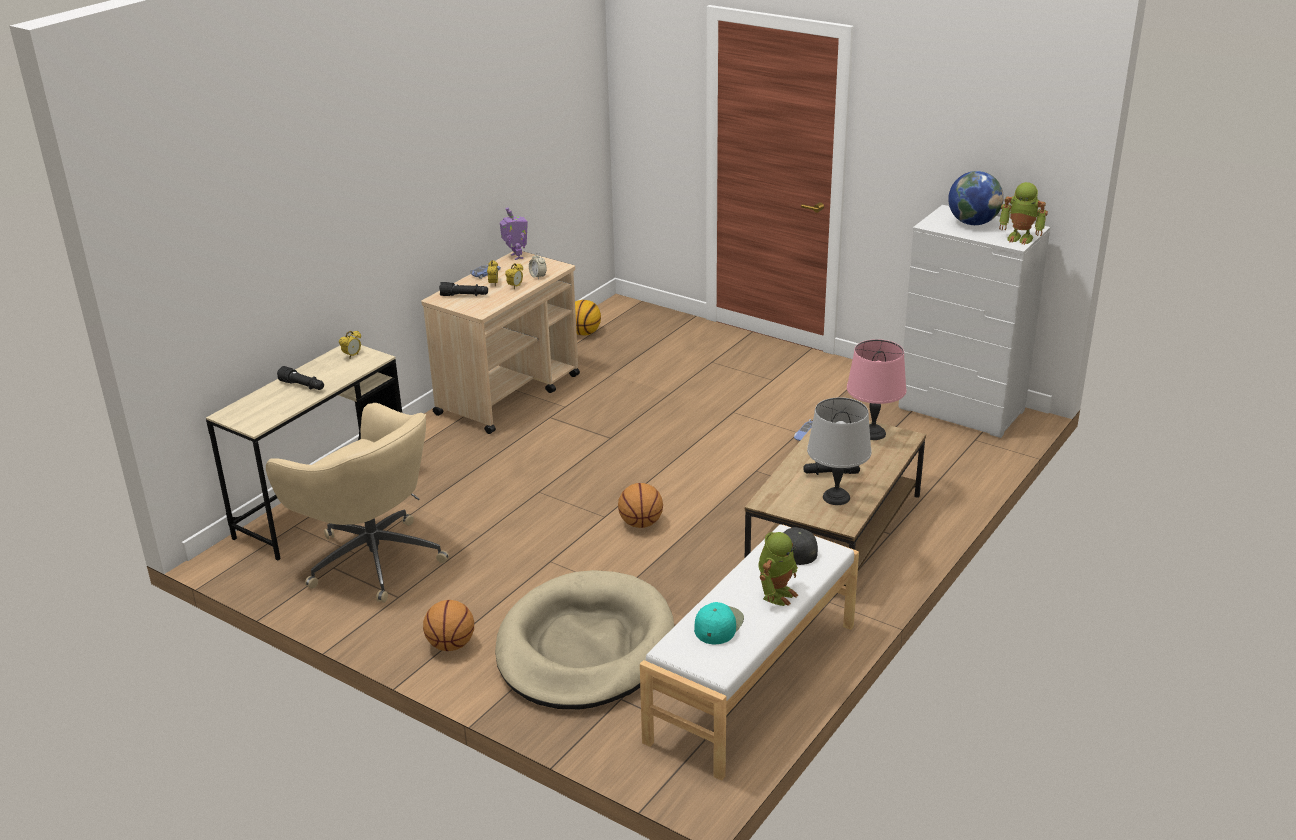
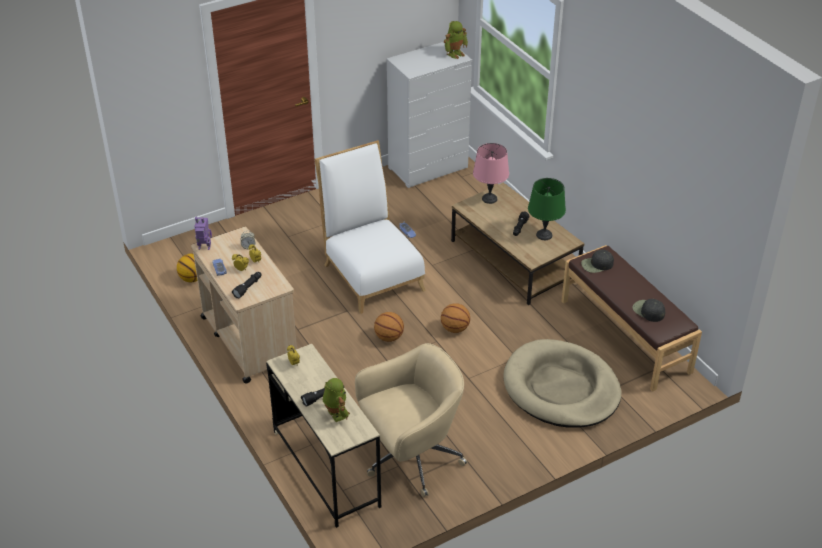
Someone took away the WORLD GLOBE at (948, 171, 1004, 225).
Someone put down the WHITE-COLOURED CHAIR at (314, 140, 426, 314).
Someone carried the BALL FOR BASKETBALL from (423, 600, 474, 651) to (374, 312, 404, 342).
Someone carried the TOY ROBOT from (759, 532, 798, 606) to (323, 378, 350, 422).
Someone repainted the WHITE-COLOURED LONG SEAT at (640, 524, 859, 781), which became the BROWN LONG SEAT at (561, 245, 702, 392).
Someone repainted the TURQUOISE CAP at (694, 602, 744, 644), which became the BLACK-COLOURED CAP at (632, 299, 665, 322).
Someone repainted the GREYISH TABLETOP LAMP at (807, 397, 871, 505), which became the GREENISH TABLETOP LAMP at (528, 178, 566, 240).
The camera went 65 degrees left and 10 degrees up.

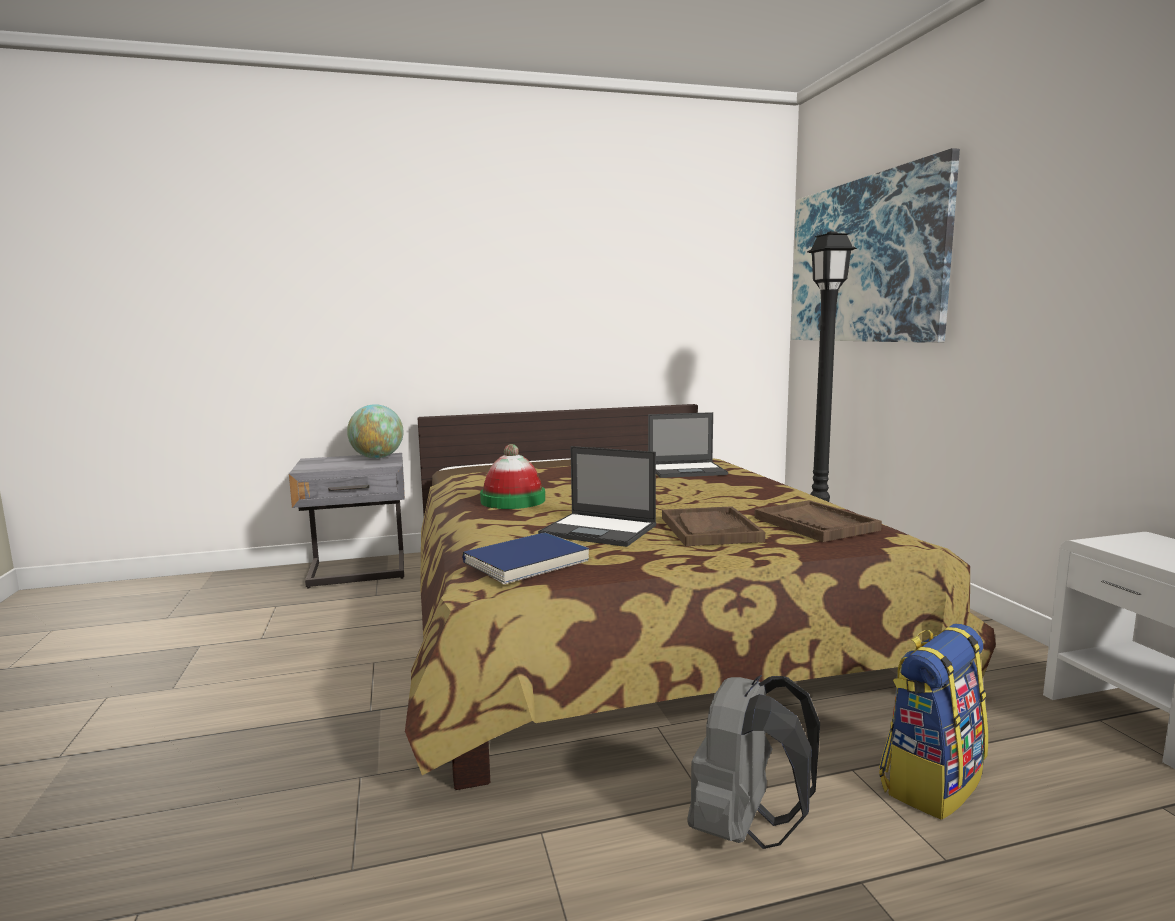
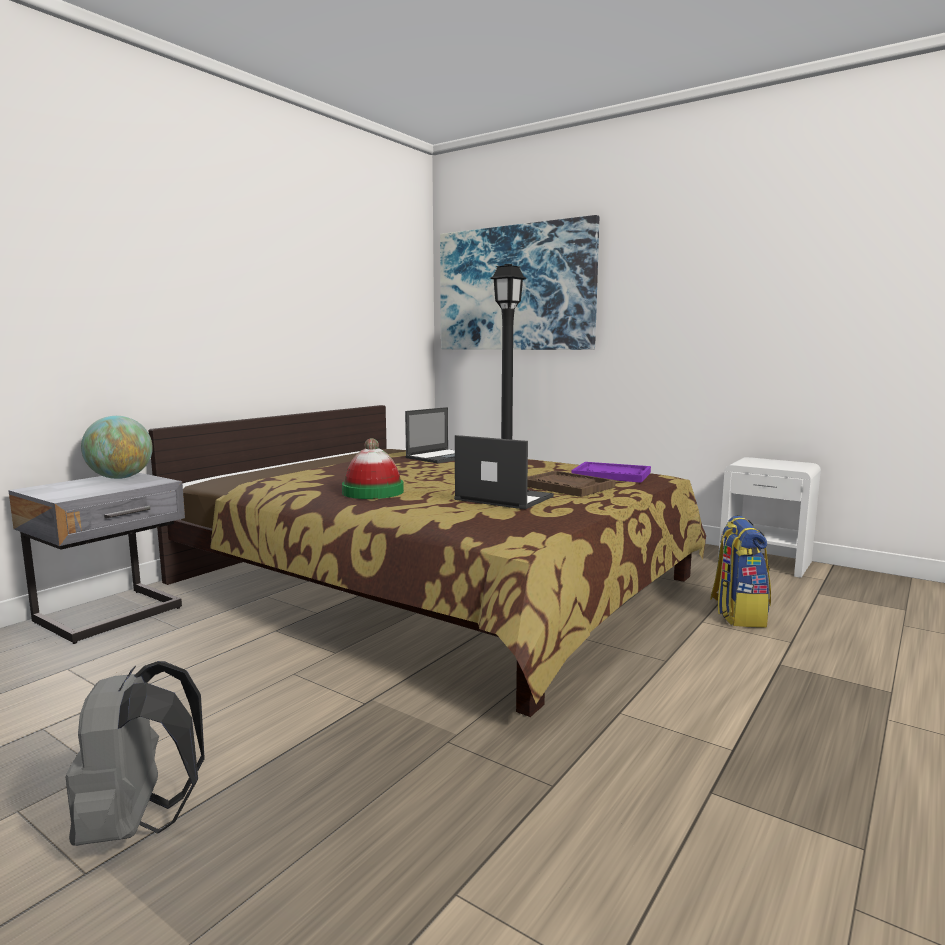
Someone took away the BLUE-COLOURED VOLUME at (462, 532, 590, 584).
Someone carried the GREYISH BACKPACK from (688, 675, 820, 849) to (66, 661, 204, 846).
Someone repainted the BROWN SERVING TRAY at (754, 500, 882, 542), which became the PURPLE-COLOURED SERVING TRAY at (571, 462, 651, 483).
Someone rotated the NOTEBOOK COMPUTER at (538, 446, 656, 547) by 135 degrees counterclockwise.
The camera went 40 degrees left and 0 degrees up.

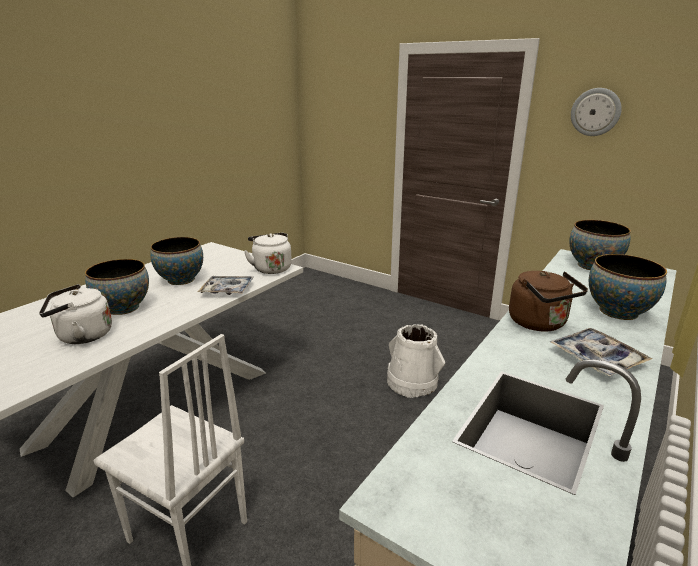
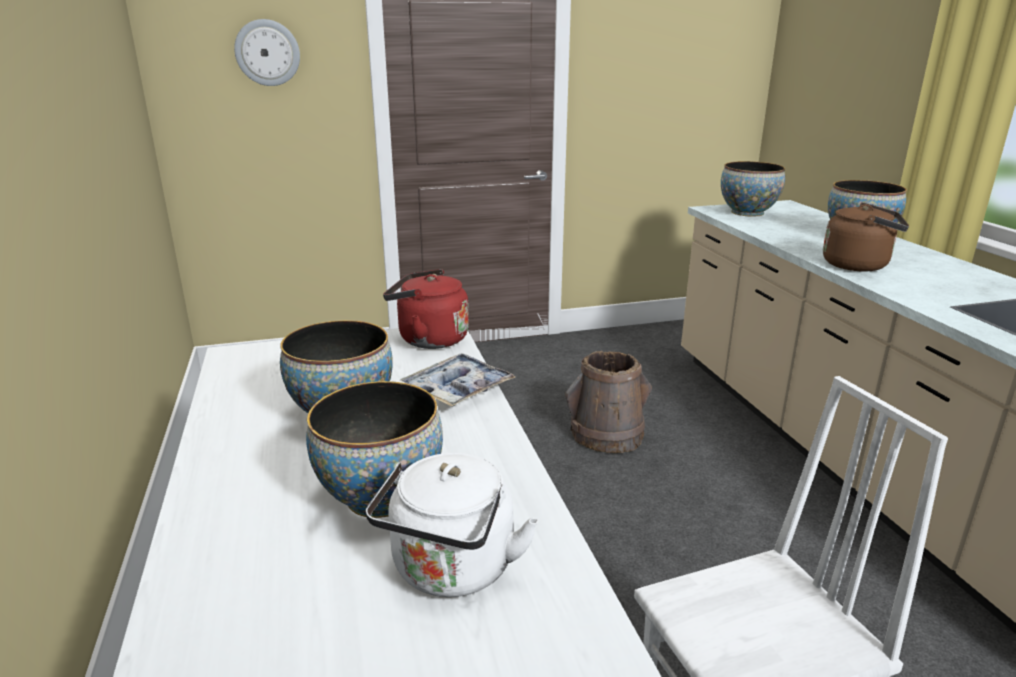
Someone took away the SERVING TRAY at (550, 328, 652, 376).
Someone carried the CLOCK ON THE WALL from (571, 88, 622, 136) to (234, 19, 300, 86).
Someone repainted the WHITE-COLOURED TEA KETTLE at (244, 233, 292, 274), which became the RED-COLOURED TEA KETTLE at (383, 269, 469, 349).
Someone repainted the WHITE-COLOURED PAIL at (387, 324, 445, 398), which became the BROWN PAIL at (565, 351, 652, 453).
The camera went 50 degrees left and 0 degrees up.

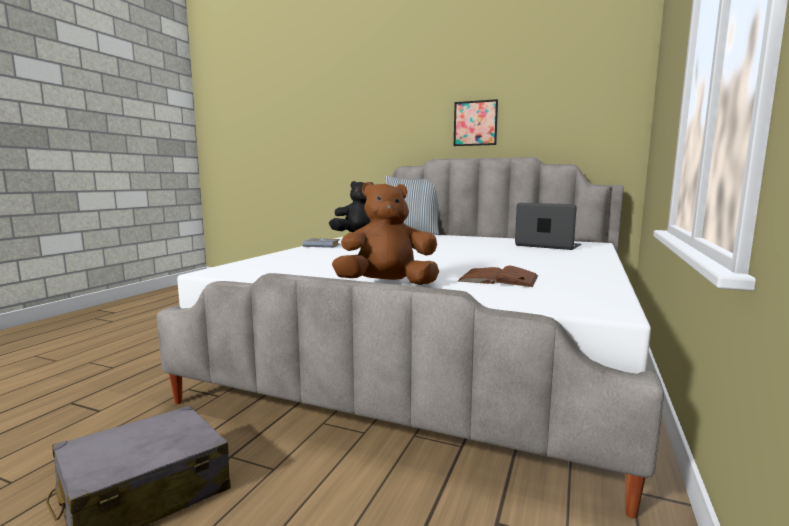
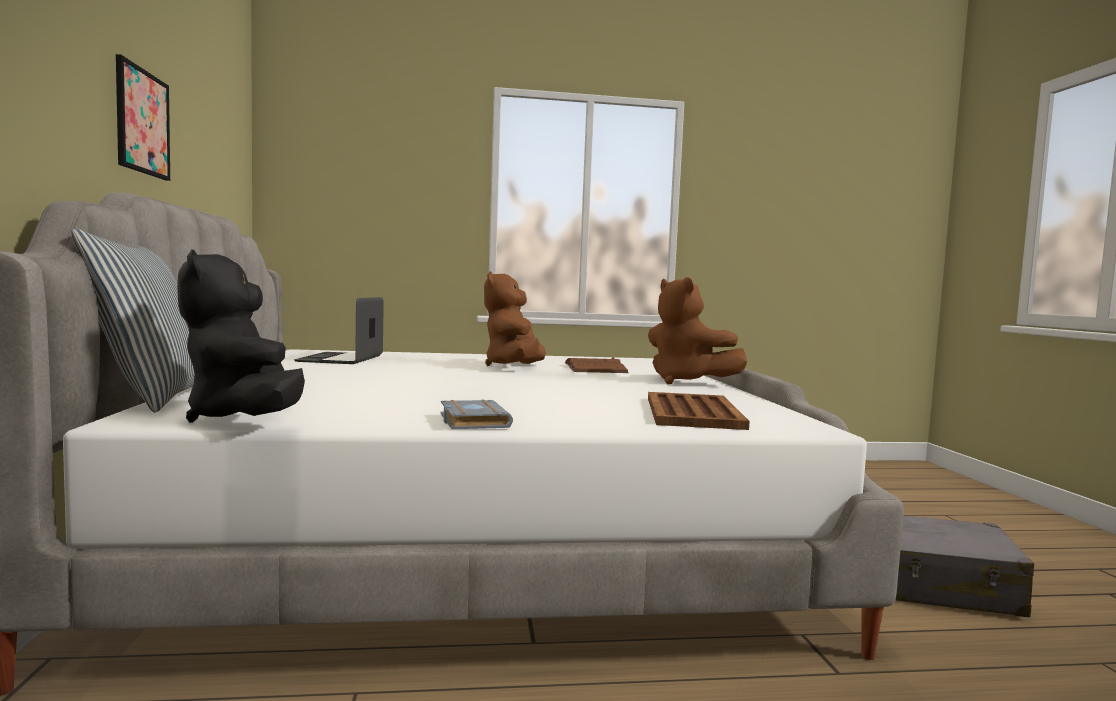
Someone put down the BROWN PLUSH TOY at (484, 271, 546, 366).
Someone put down the BROWN SERVING TRAY at (648, 392, 750, 430).
The camera went 120 degrees left and 5 degrees down.

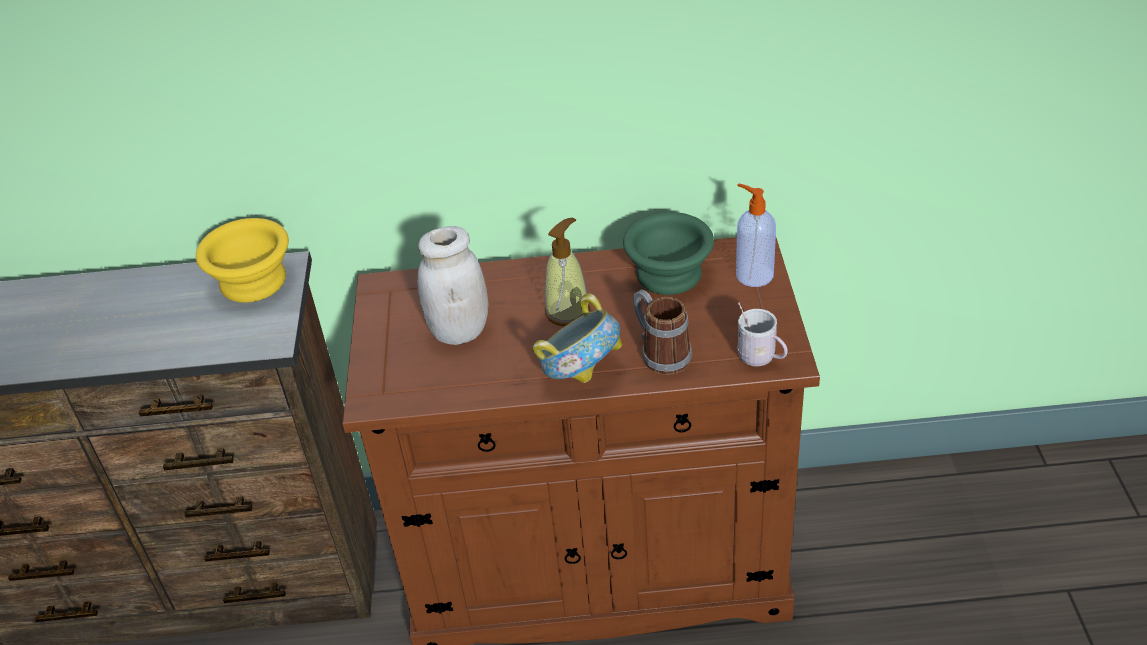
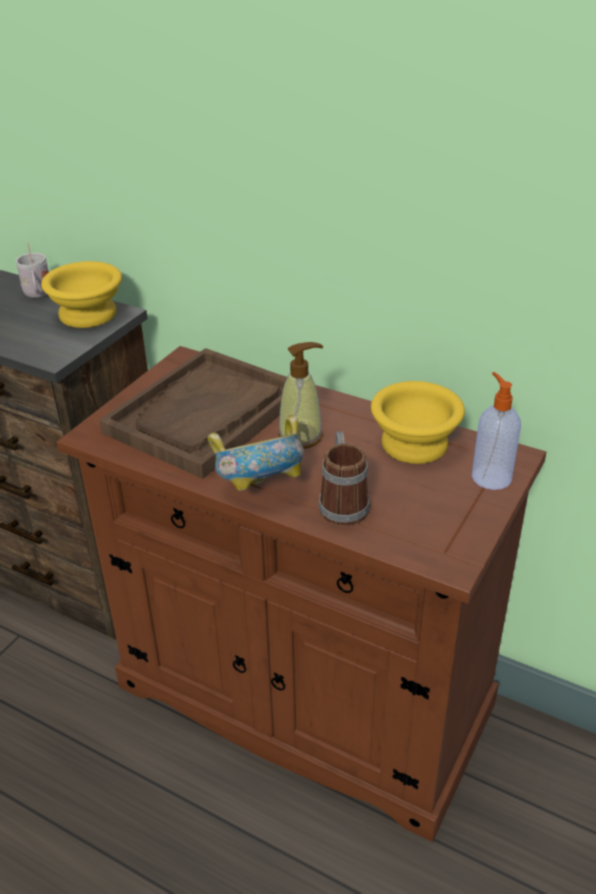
Someone carried the WHITE-COLOURED MUG from (737, 303, 788, 367) to (16, 243, 49, 298).
Someone swapped the WHITE-COLOURED PRESERVE JAR at (417, 226, 489, 345) for the BROWN SERVING TRAY at (99, 348, 287, 479).
Someone repainted the GREENISH BOWL at (623, 212, 714, 295), which became the YELLOWISH BOWL at (371, 381, 465, 464).
The camera went 30 degrees right and 5 degrees down.

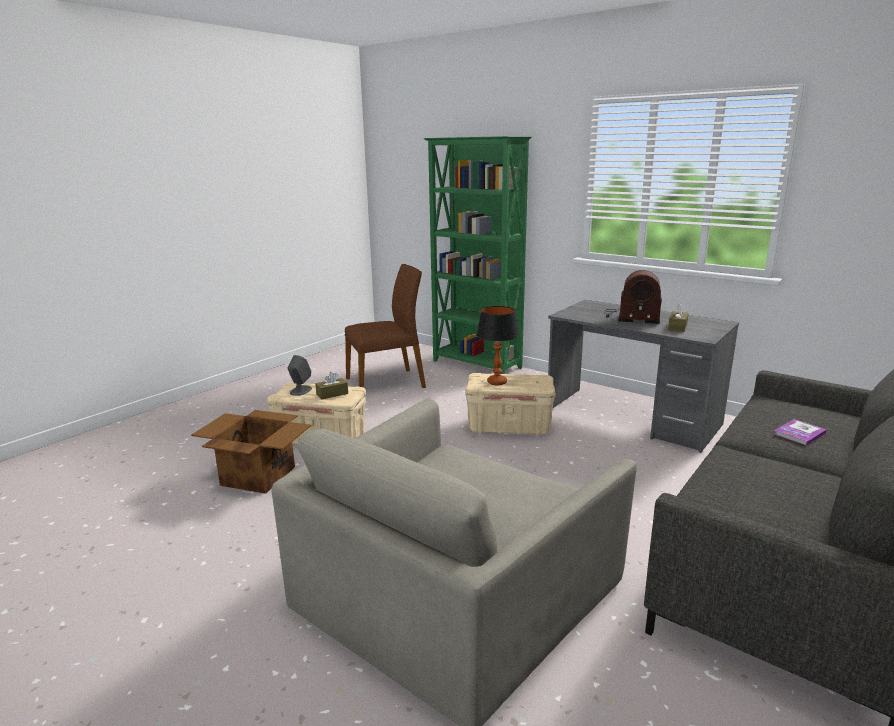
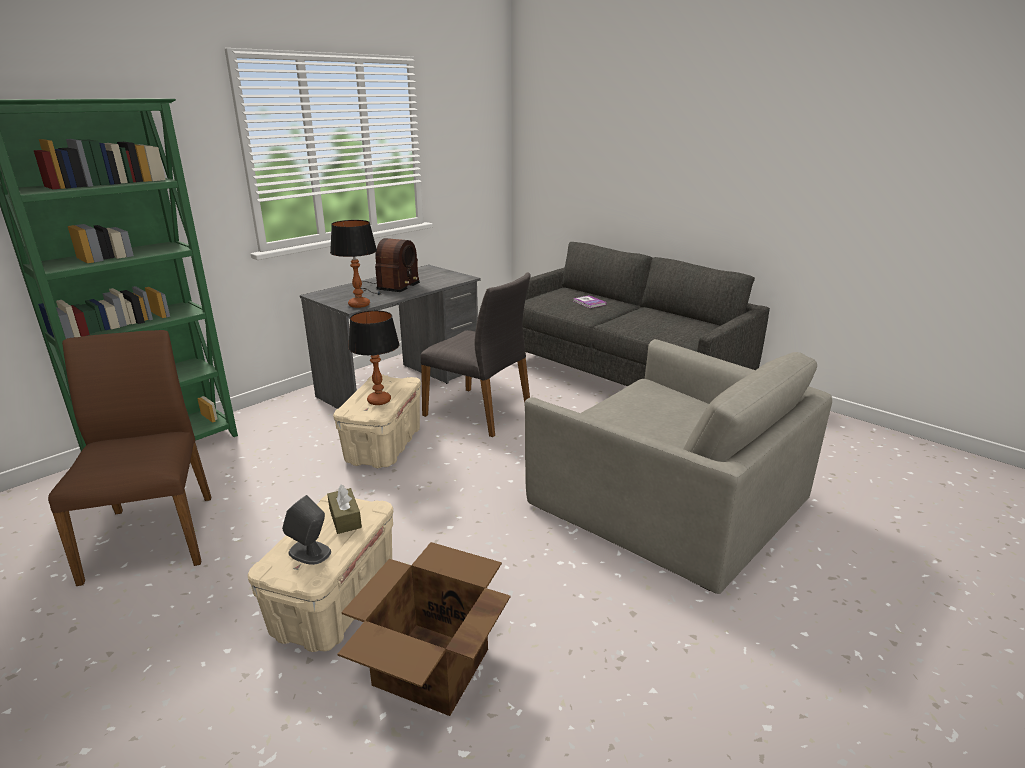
Someone took away the BROWN TISSUE BOX at (668, 303, 689, 332).
Someone put down the TABLETOP LAMP at (330, 220, 377, 308).
Someone put down the GREYISH CHAIR at (421, 273, 531, 437).
The camera went 85 degrees left and 5 degrees up.

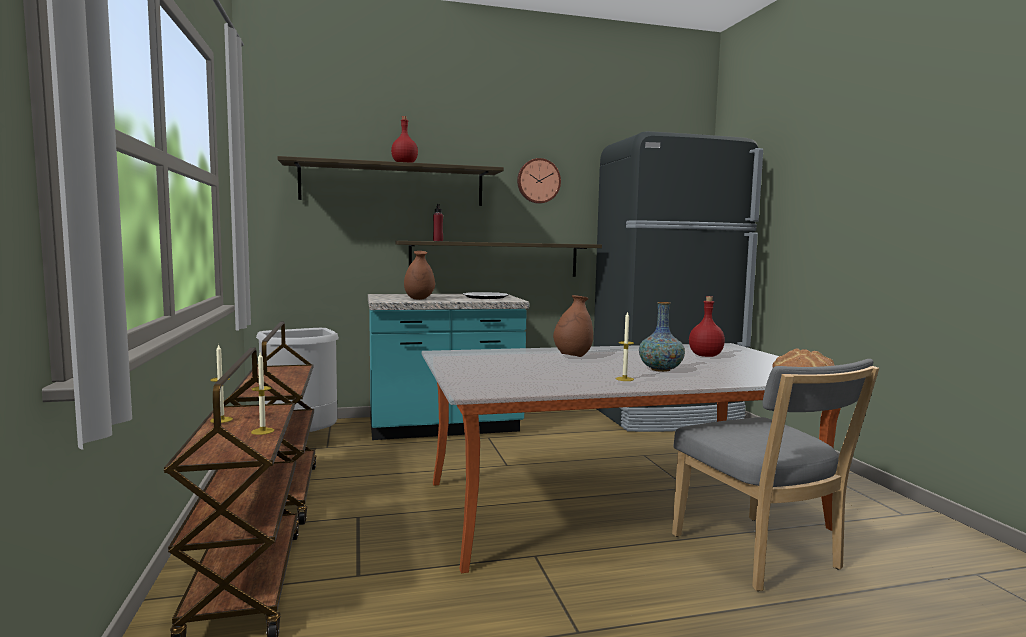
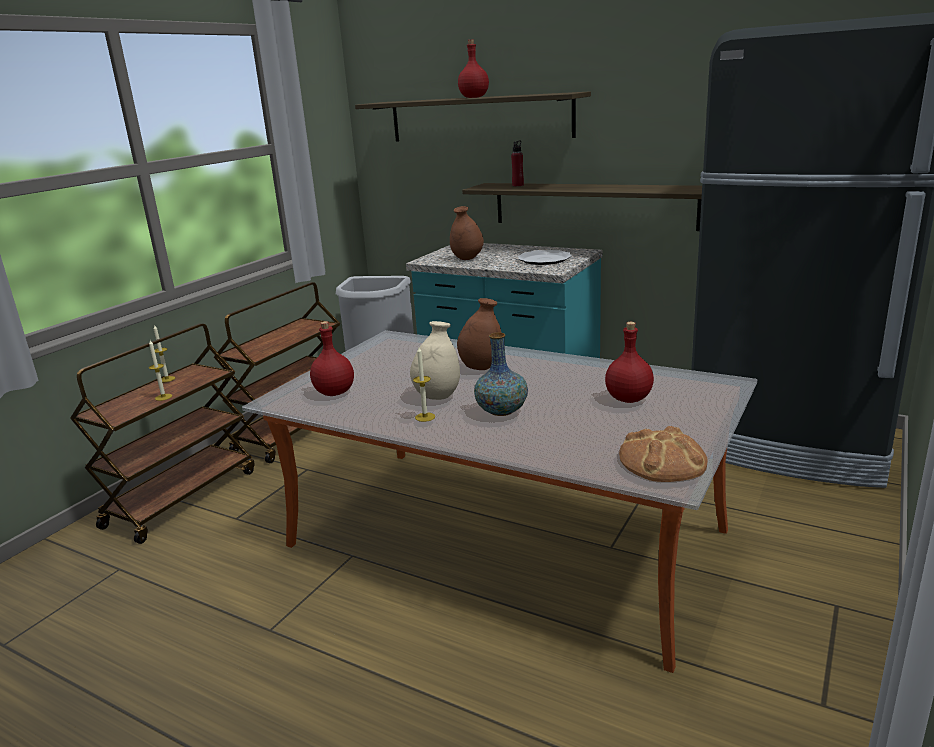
Someone took away the CLOCK ON THE WALL at (517, 158, 561, 204).
Someone took away the GREYISH CHAIR at (672, 359, 879, 591).
Someone put down the RED-COLOURED BOTTLE at (310, 321, 354, 396).
Someone put down the BEIGE VASE at (410, 321, 460, 400).
The camera went 45 degrees right and 15 degrees up.

